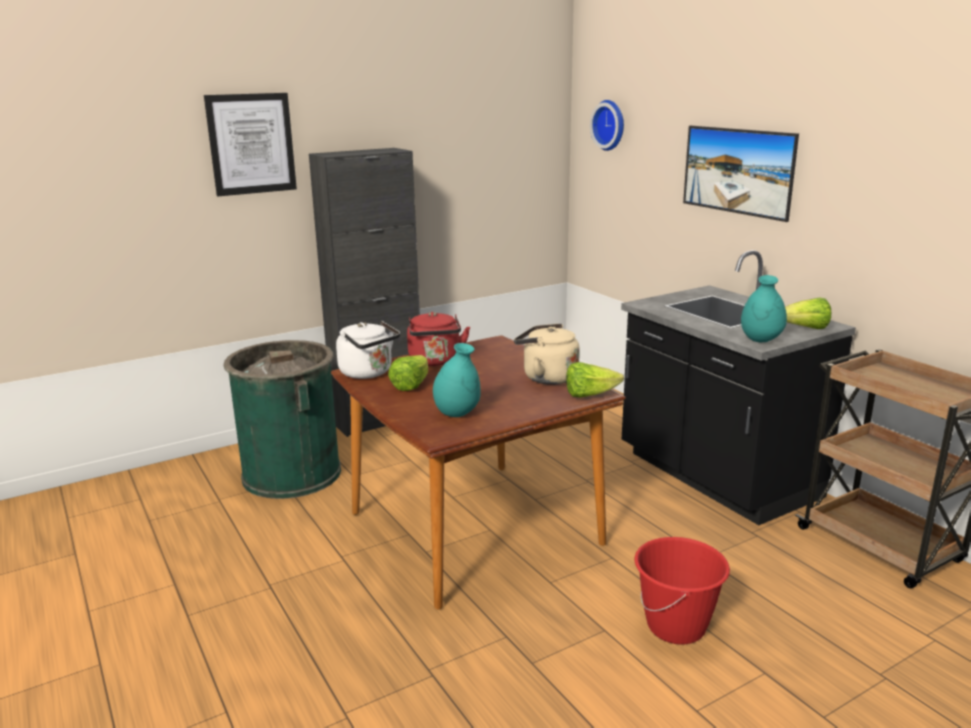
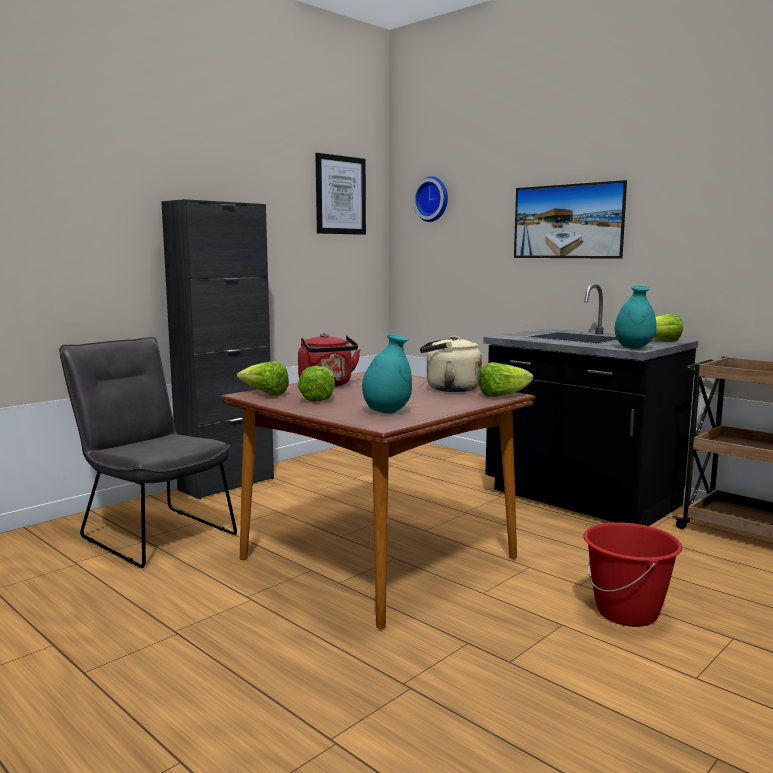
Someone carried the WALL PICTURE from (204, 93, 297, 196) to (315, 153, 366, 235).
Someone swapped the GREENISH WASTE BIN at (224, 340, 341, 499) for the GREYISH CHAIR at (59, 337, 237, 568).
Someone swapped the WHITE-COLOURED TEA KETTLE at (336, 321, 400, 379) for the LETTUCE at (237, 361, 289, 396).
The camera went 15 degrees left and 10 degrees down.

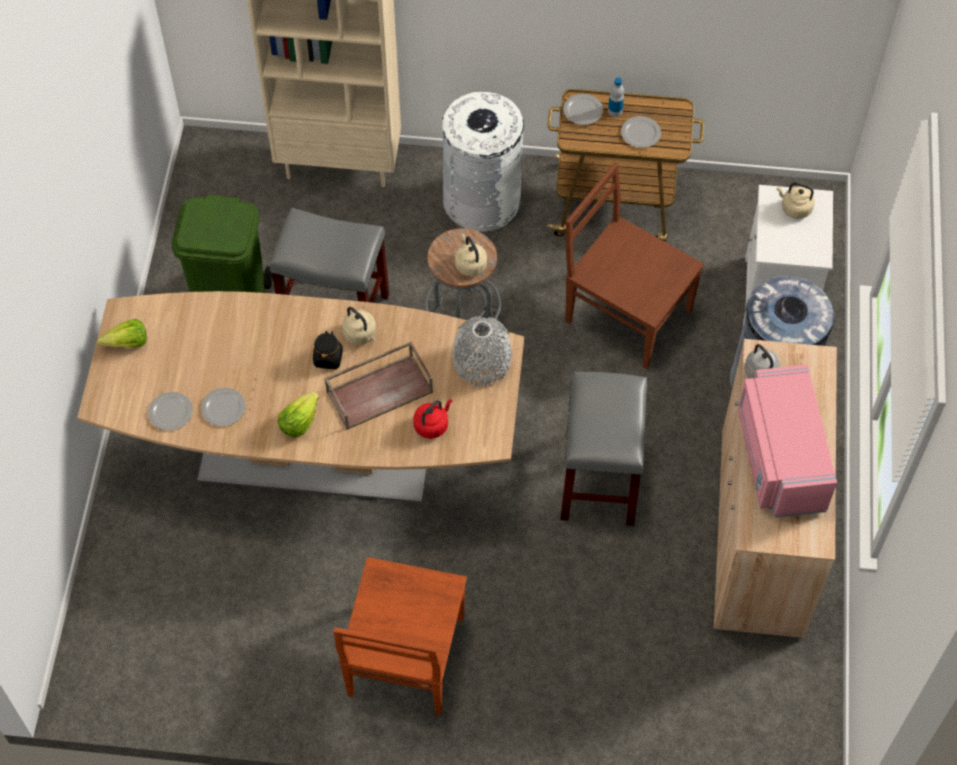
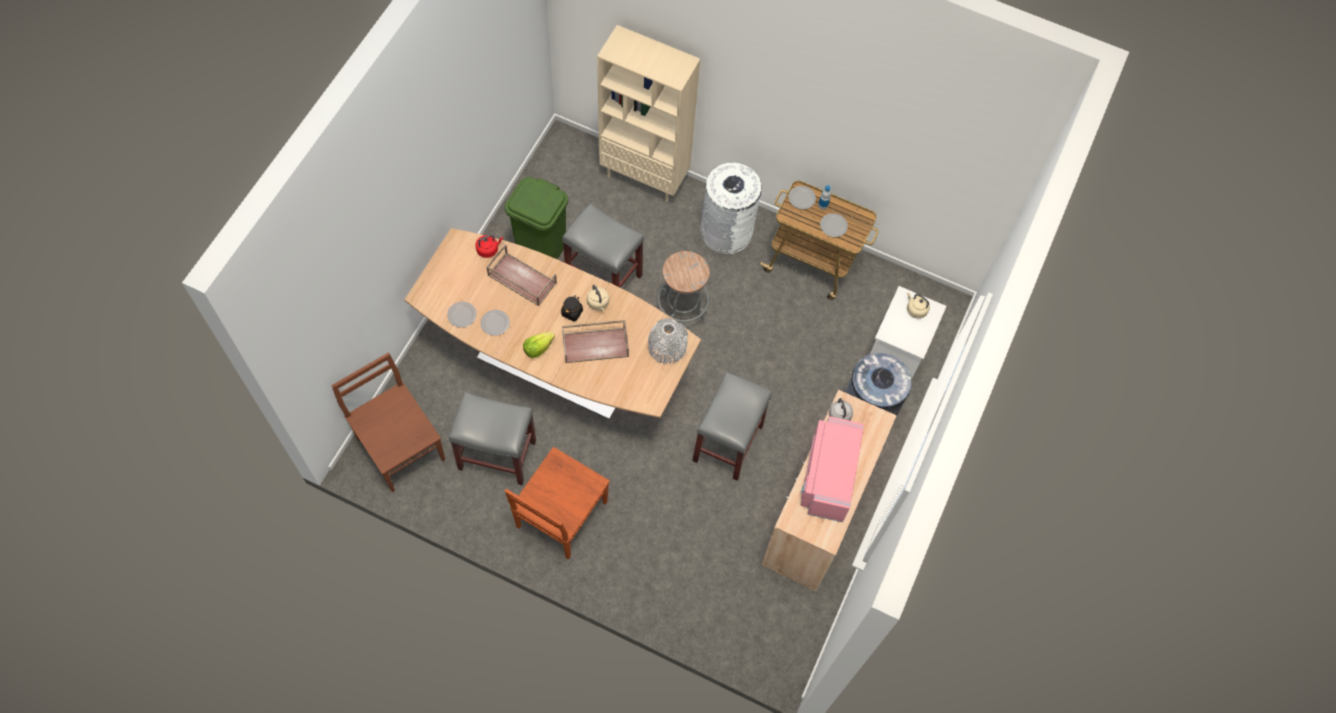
Someone took away the LETTUCE at (97, 319, 147, 348).
Someone took away the BEIGE TEA KETTLE at (455, 234, 487, 276).
Someone put down the GREYISH STOOL at (449, 392, 536, 485).
Someone put down the BROWN SERVING TRAY at (486, 244, 557, 306).
Someone carried the RED-COLOURED TEA KETTLE from (413, 399, 453, 439) to (476, 235, 503, 258).
Someone carried the BROWN CHAIR from (565, 162, 704, 369) to (332, 353, 445, 493).
The camera went 15 degrees right and 5 degrees up.

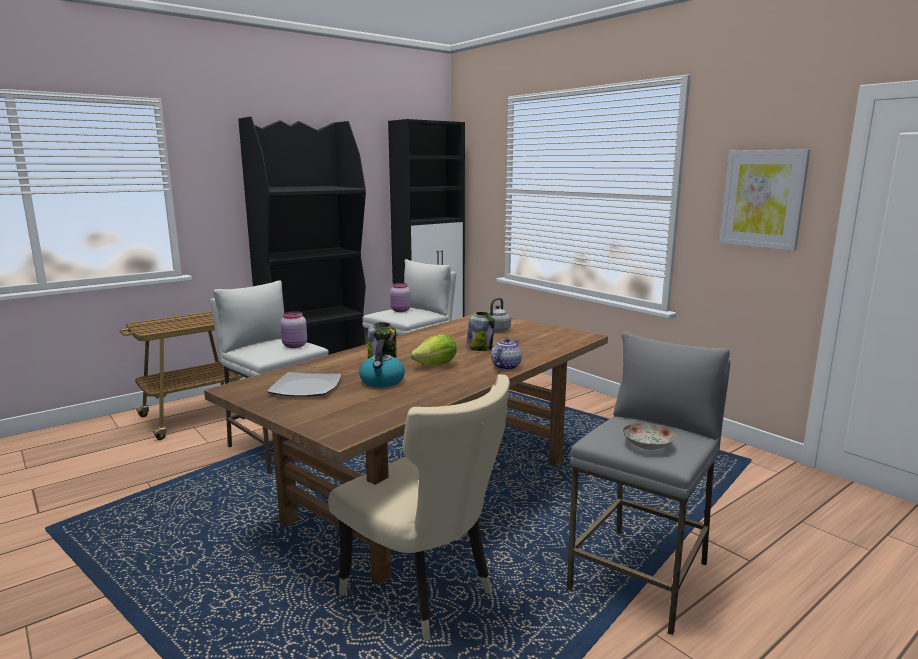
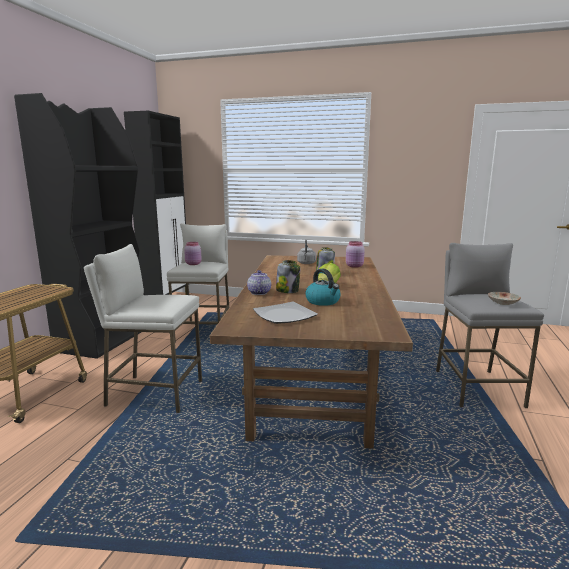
Someone took away the BEIGE CHAIR at (328, 374, 510, 641).
Someone took away the WALL PICTURE at (719, 149, 810, 251).
Someone carried the PINK-COLOURED PRESERVE JAR from (280, 311, 307, 348) to (346, 241, 365, 268).
Someone carried the TEAPOT from (491, 338, 522, 370) to (247, 270, 271, 295).
The camera went 35 degrees left and 0 degrees up.

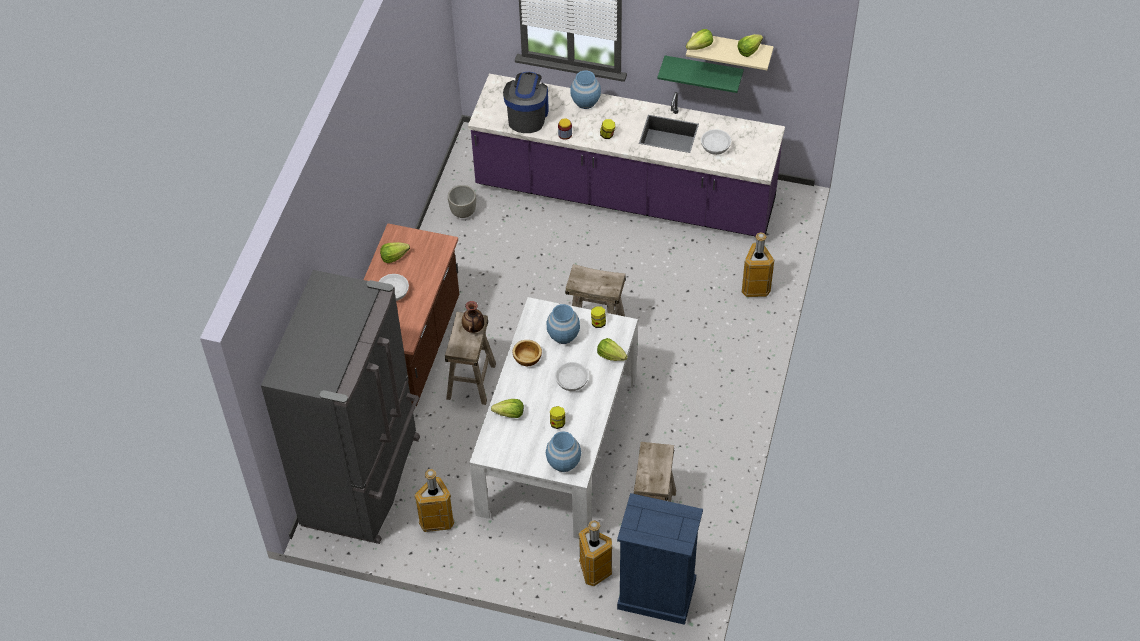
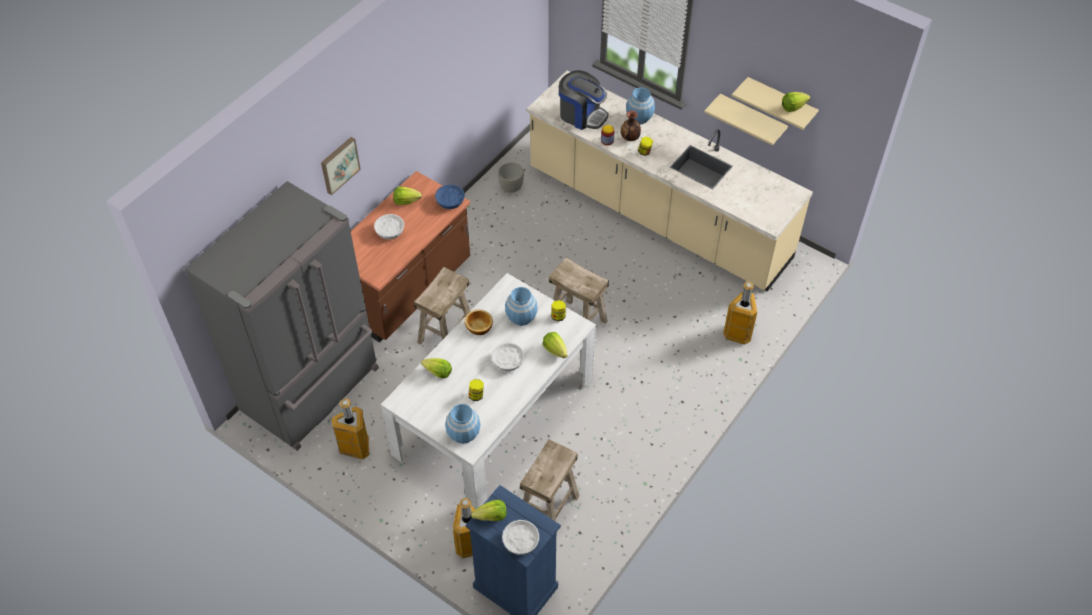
Someone put up the WALL PICTURE at (321, 137, 361, 195).
Someone put down the BLUE-COLOURED BOWL at (435, 184, 465, 209).
Someone carried the VASE from (462, 301, 484, 333) to (621, 111, 641, 141).
Someone carried the LETTUCE from (686, 29, 713, 50) to (471, 500, 507, 521).
Someone carried the WHITE-COLOURED BOWL from (701, 129, 731, 155) to (502, 520, 539, 555).
Someone repainted the PURPLE-COLOURED KITCHEN BASE UNIT at (468, 74, 785, 237), which became the BEIGE KITCHEN BASE UNIT at (527, 71, 813, 291).
Someone repainted the GREENISH SHELF at (657, 56, 744, 93), which became the BEIGE SHELF at (704, 94, 788, 145).
Someone rotated the COFFEE BREWER at (503, 72, 549, 133) by 90 degrees clockwise.
The camera went 20 degrees right and 0 degrees up.

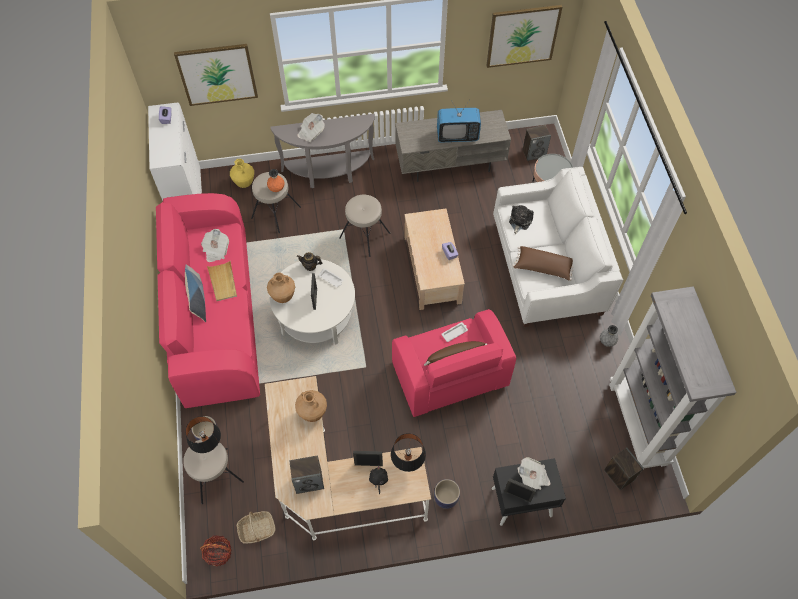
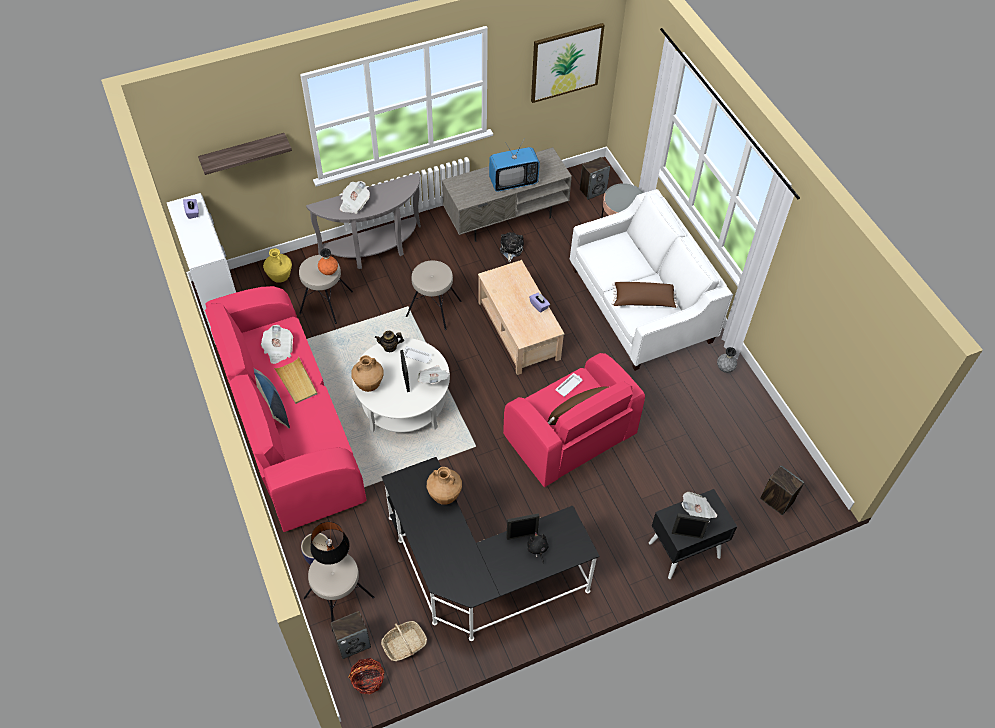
Someone took away the BLACK-COLOURED TABLETOP LAMP at (391, 433, 426, 472).
Someone took away the PLANTER at (434, 479, 460, 509).
Someone took away the GREYISH SHELVING UNIT at (609, 286, 736, 468).
Someone put down the PRINTED PAPER at (417, 366, 449, 384).
Someone carried the LOUDSPEAKER from (290, 456, 324, 494) to (331, 611, 371, 659).
Someone carried the PLUSH TOY from (509, 205, 534, 234) to (500, 232, 524, 262).
Someone swapped the WALL PICTURE at (174, 44, 258, 106) for the SHELF at (198, 133, 292, 175).
Someone repainted the BEIGE DESK at (265, 376, 431, 540), which became the BLACK-COLOURED DESK at (382, 457, 600, 641).
The camera went 15 degrees left and 5 degrees down.

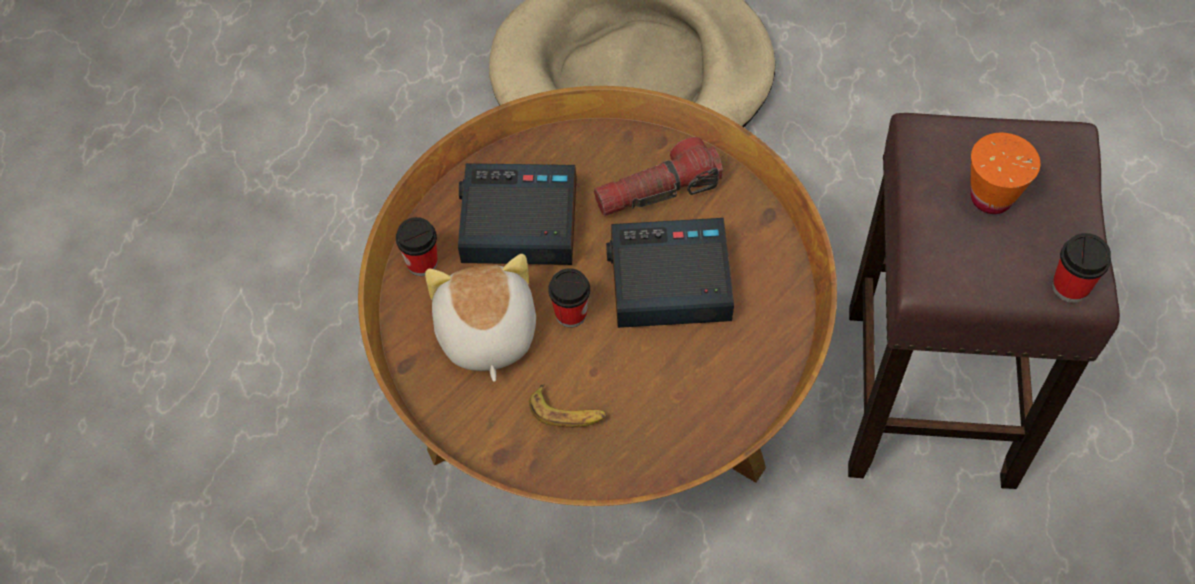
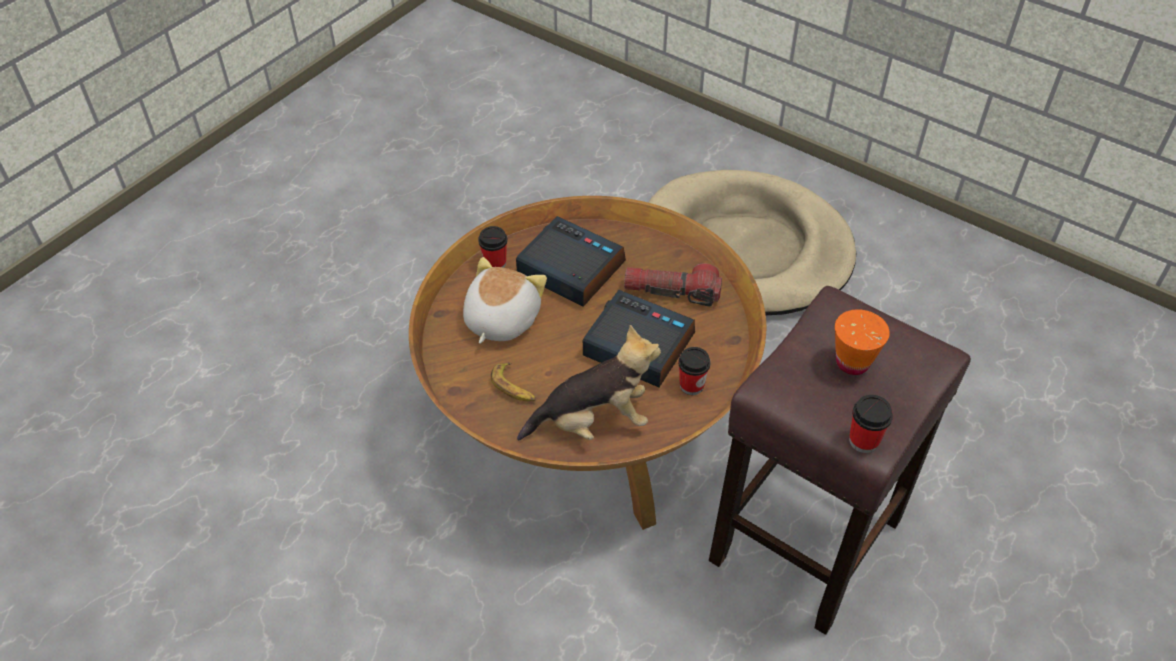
Someone put down the PLUSH TOY at (517, 325, 661, 440).
Someone carried the DRINKING CUP from (548, 268, 590, 327) to (678, 347, 711, 395).
The camera went 30 degrees right and 10 degrees down.

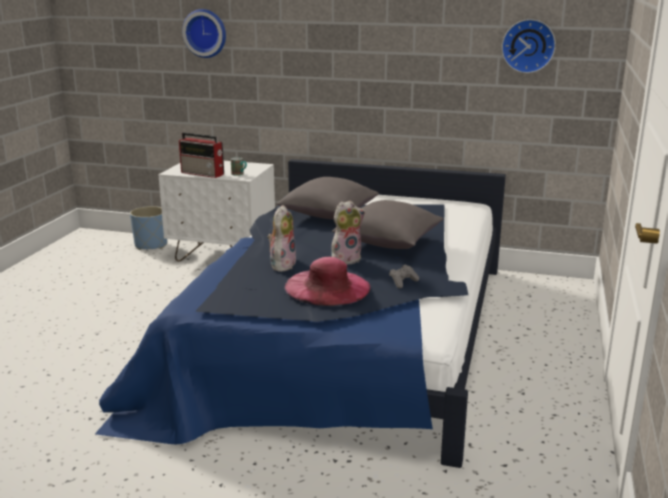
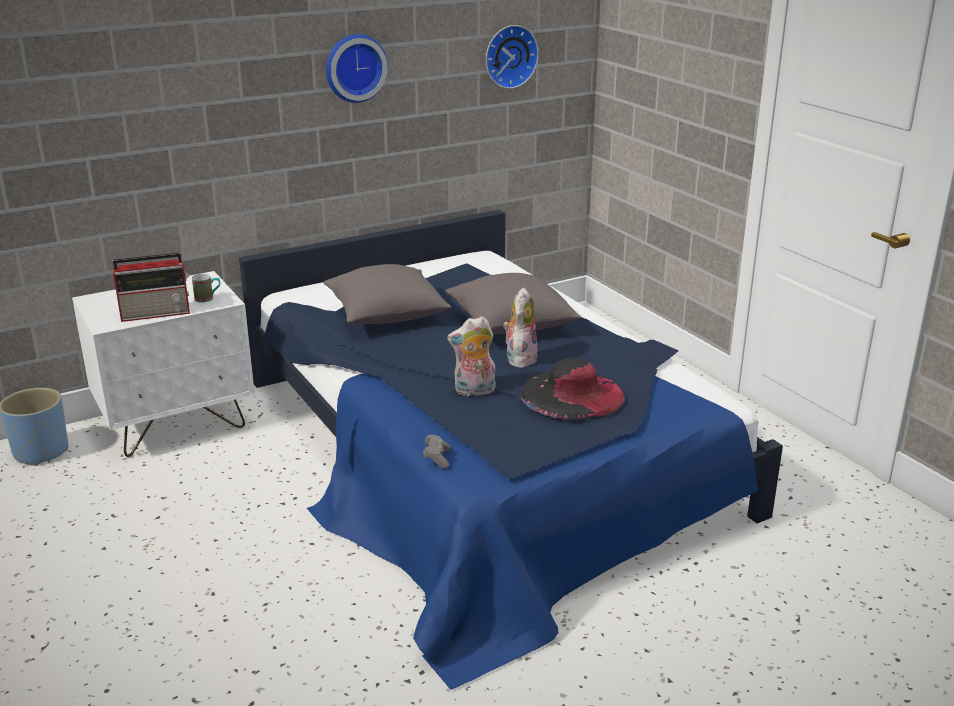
Someone carried the CLOCK ON THE WALL from (182, 9, 226, 58) to (326, 34, 388, 103).
Someone carried the GREYISH GAMEPAD from (389, 264, 419, 289) to (423, 435, 451, 469).
Someone repainted the PINK-COLOURED CLOTHING HAT at (284, 257, 370, 306), which became the BLACK-COLOURED CLOTHING HAT at (521, 357, 625, 420).
Someone rotated the PLUSH TOY at (267, 205, 296, 272) by 75 degrees counterclockwise.
The camera went 45 degrees left and 5 degrees up.

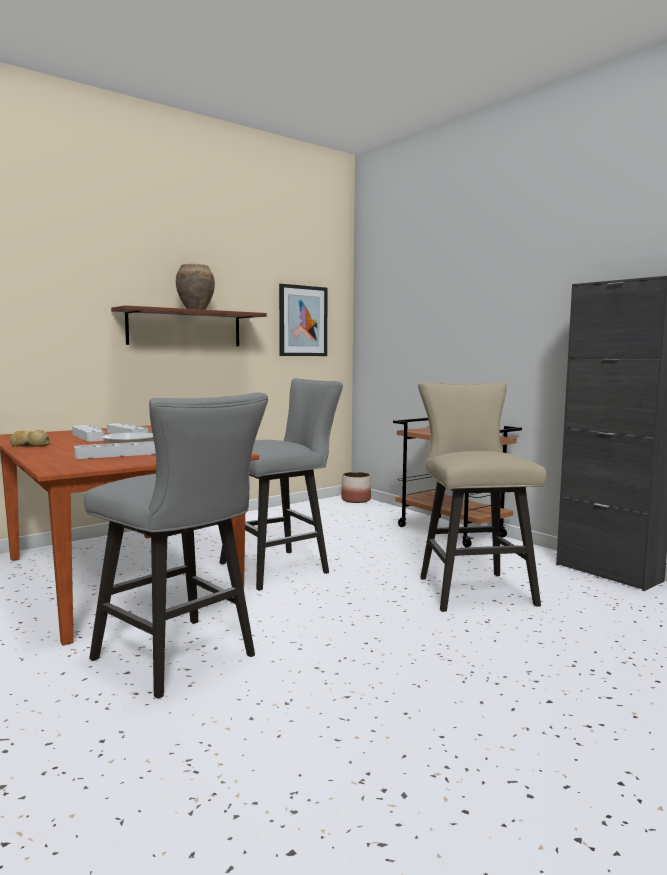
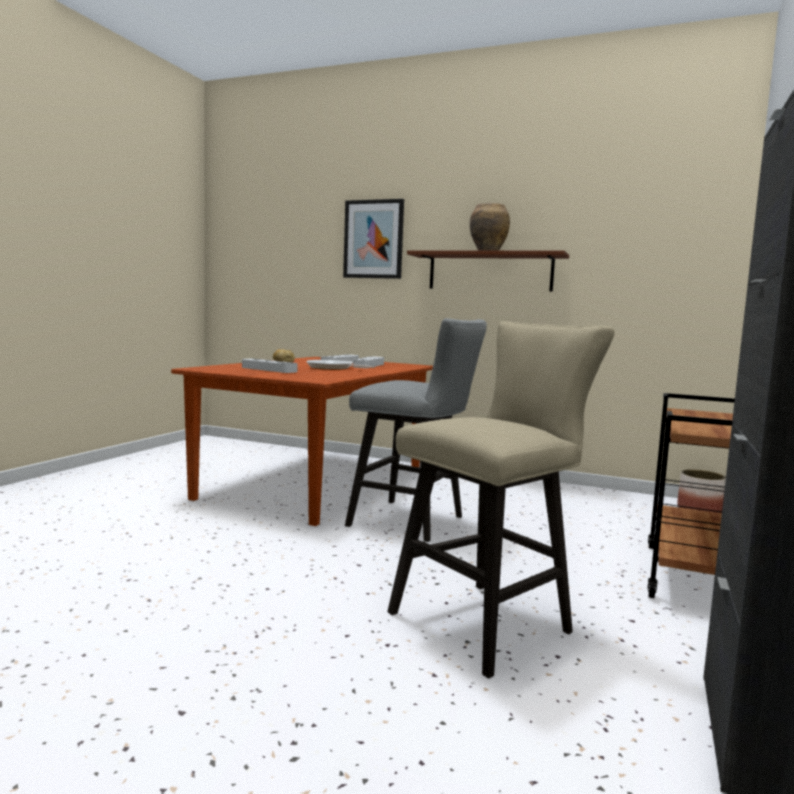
Someone took away the GREYISH STOOL at (84, 392, 268, 699).
Someone carried the WALL PICTURE from (279, 284, 328, 356) to (343, 199, 404, 279).
The camera went 60 degrees right and 0 degrees up.

